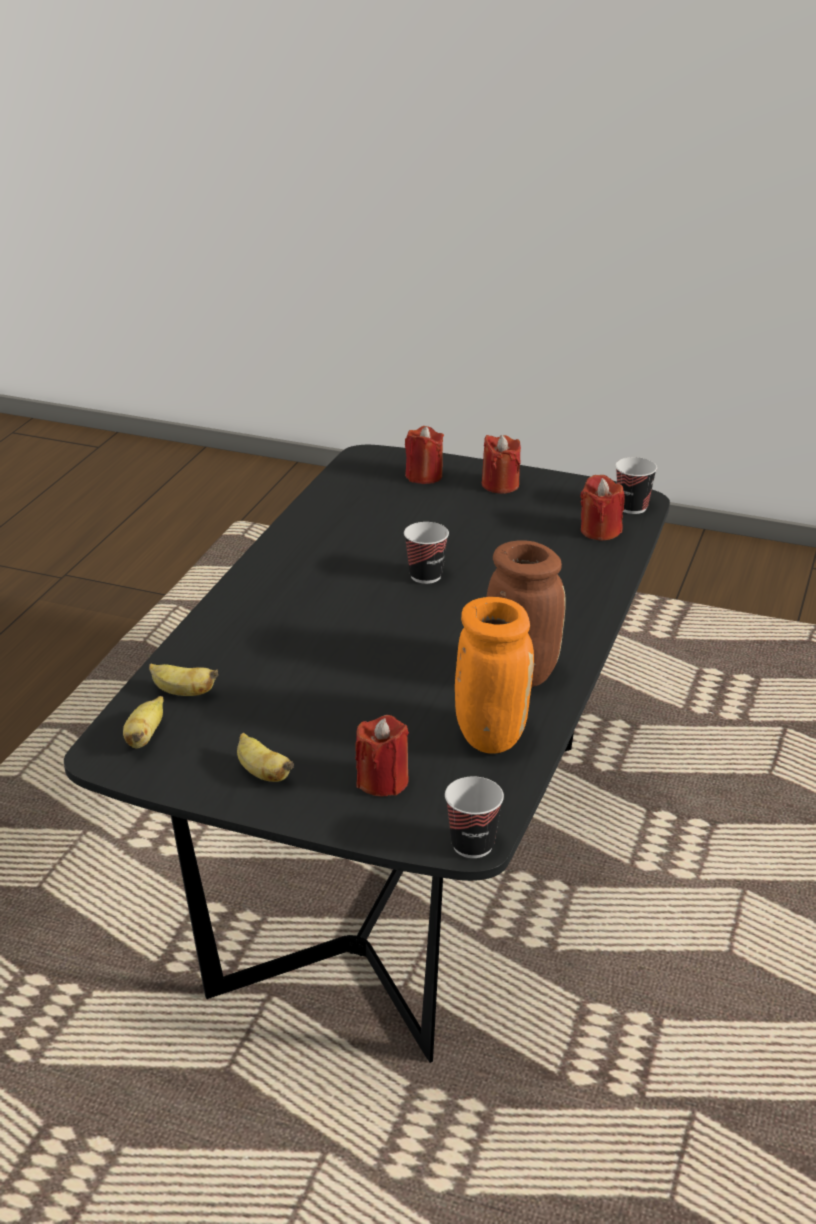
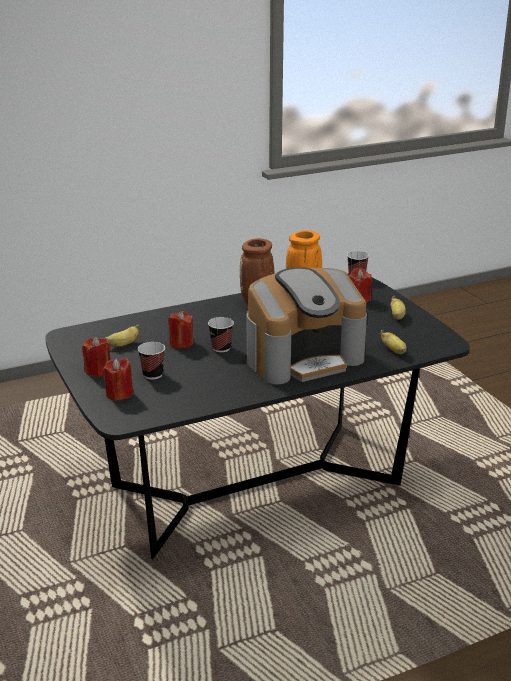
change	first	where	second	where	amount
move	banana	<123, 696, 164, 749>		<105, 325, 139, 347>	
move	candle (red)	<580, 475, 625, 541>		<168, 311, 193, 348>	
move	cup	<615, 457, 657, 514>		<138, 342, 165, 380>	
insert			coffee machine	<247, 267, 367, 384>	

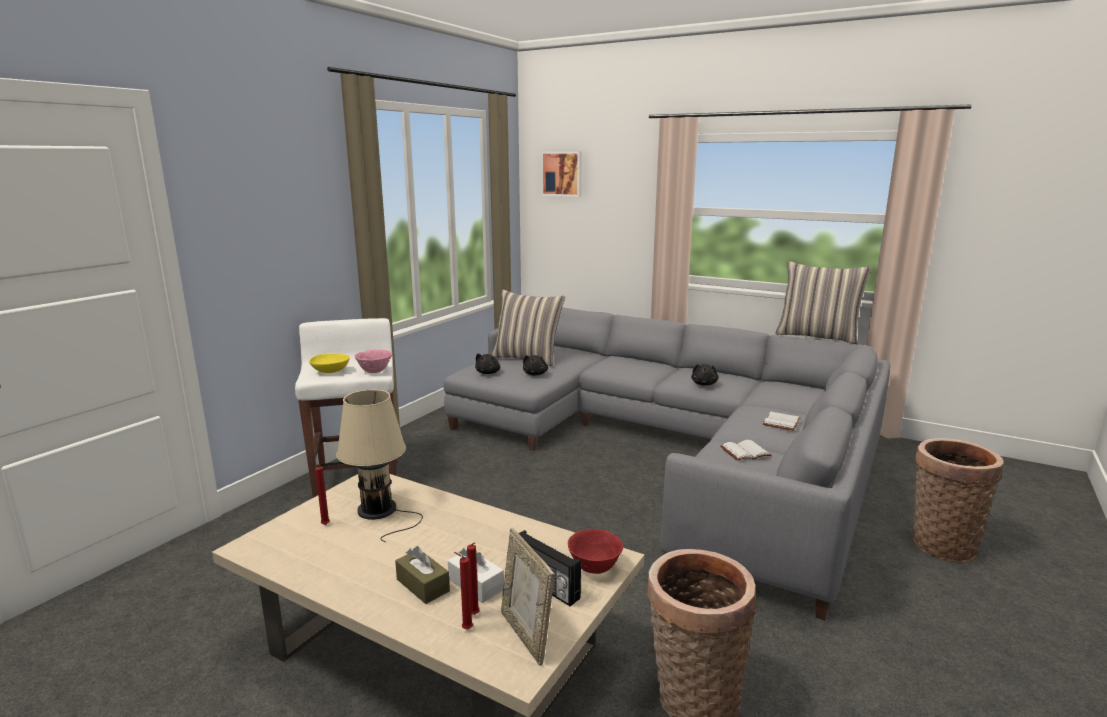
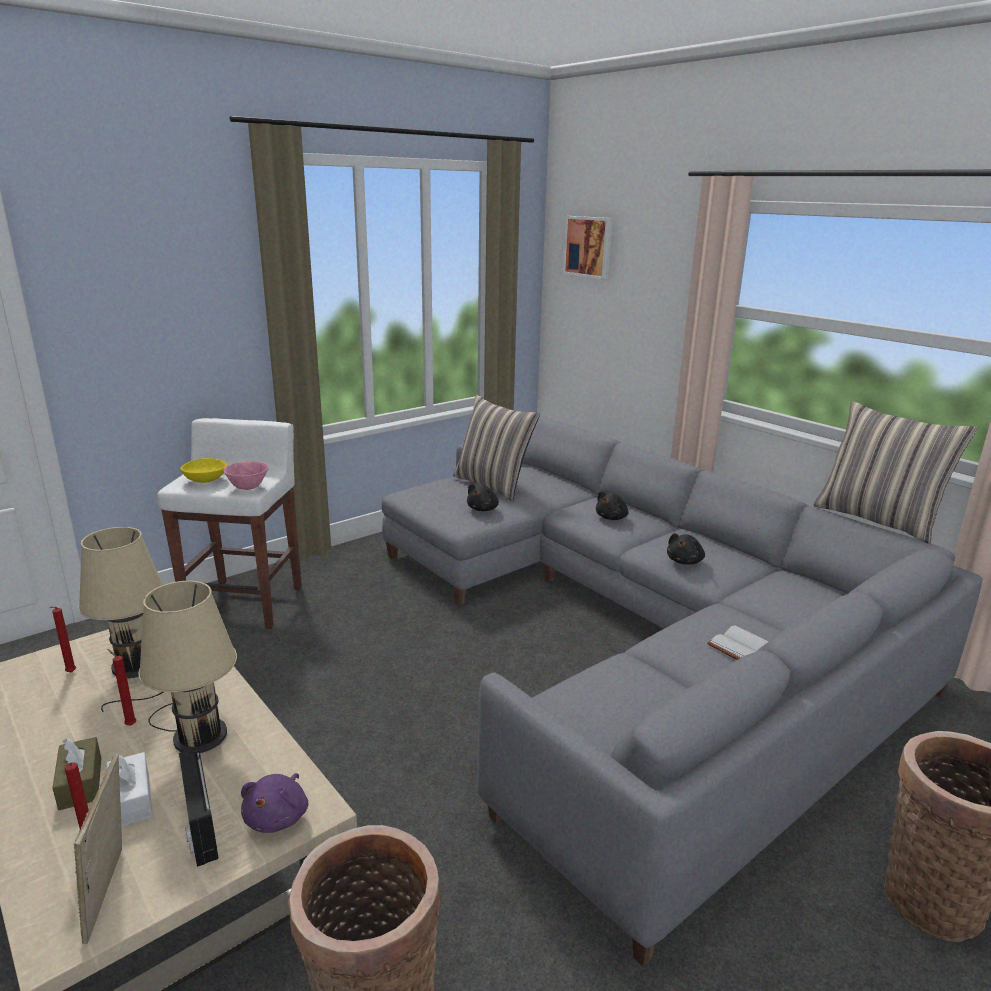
change	first	where	second	where	amount
move	candle (red)	<454, 552, 473, 629>		<107, 649, 136, 725>	
move	plush toy (black)	<475, 353, 500, 374>		<596, 491, 628, 520>	
replace	bowl (red)	<568, 529, 624, 574>	plush toy (purple)	<241, 773, 308, 833>	
delete	book (white)	<720, 440, 772, 461>			
insert			table lamp (beige)	<138, 581, 237, 753>	

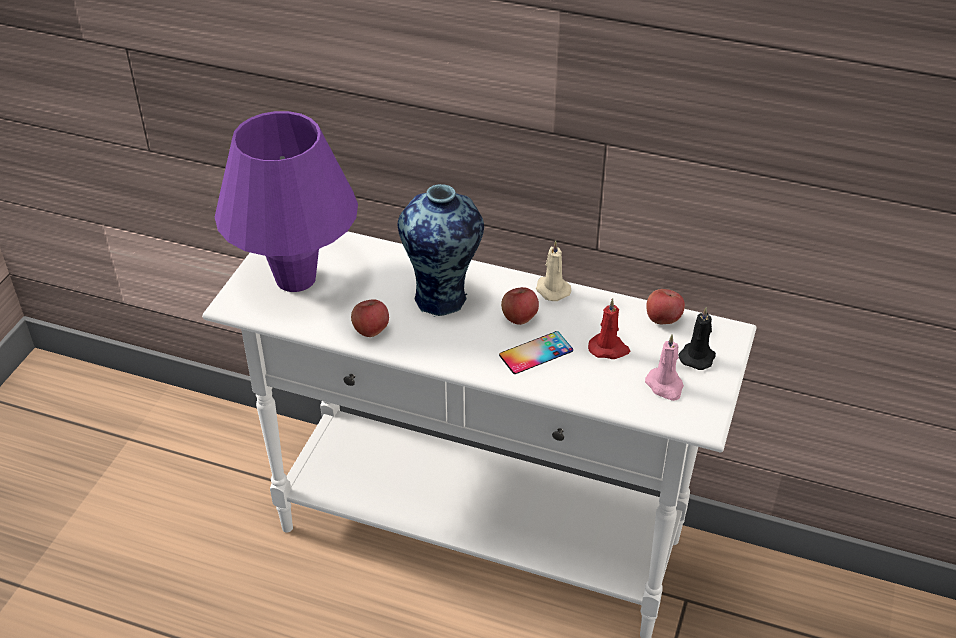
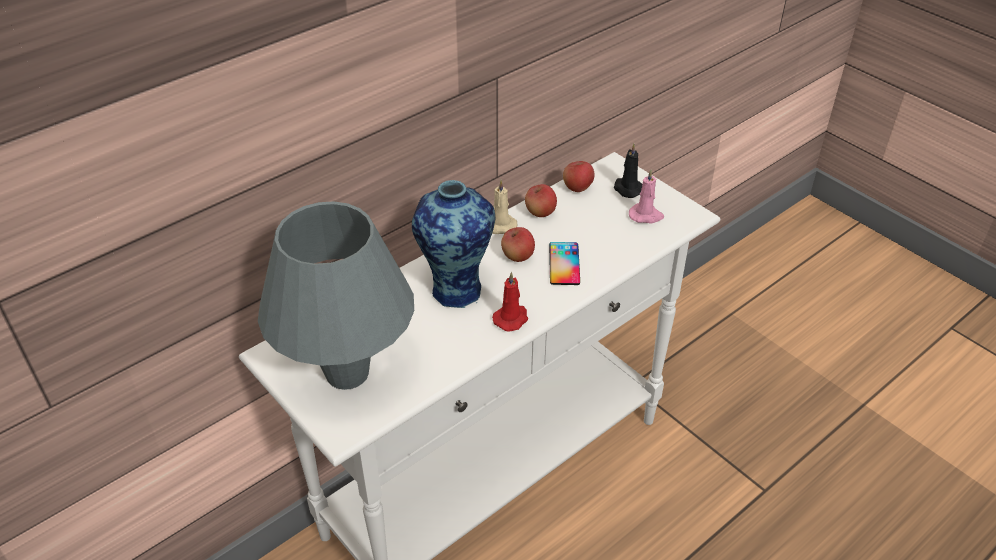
change	first	where	second	where	amount
recolor	table lamp (purple)	<215, 111, 358, 292>	table lamp (grey)	<258, 201, 414, 390>	
move	apple	<351, 300, 389, 337>		<525, 184, 557, 217>	
move	candle (red)	<588, 298, 630, 359>		<492, 272, 528, 332>	

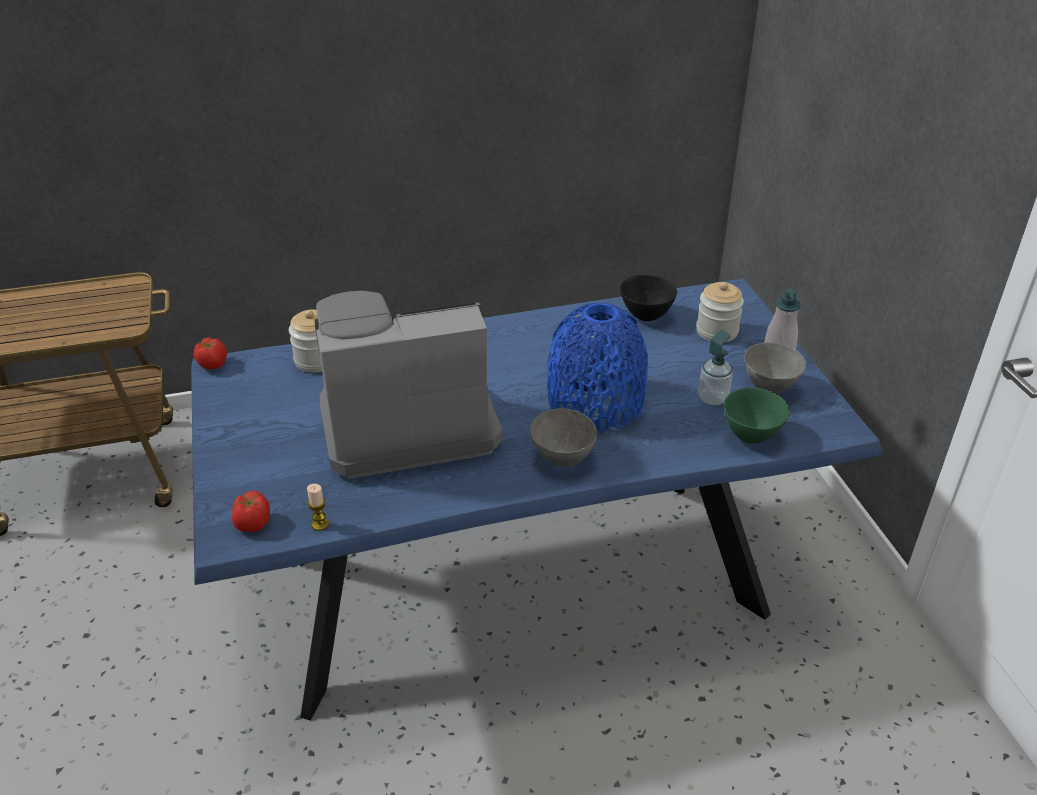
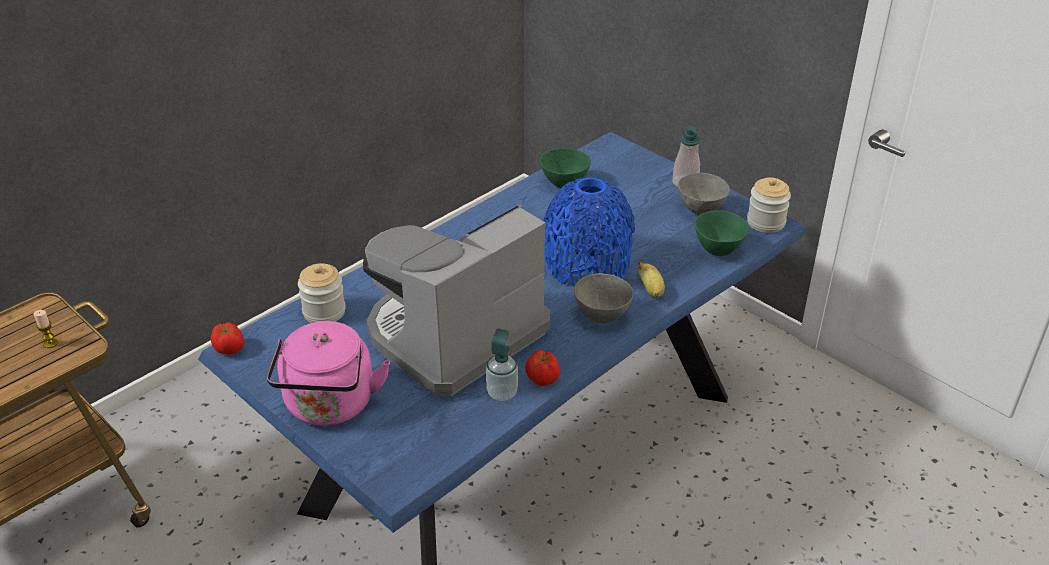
change	first	where	second	where	amount
move	tomato	<232, 491, 270, 532>		<525, 350, 560, 386>	
move	candle	<307, 484, 329, 531>		<33, 310, 58, 348>	
recolor	bowl (black)	<620, 275, 677, 321>	bowl (green)	<540, 148, 591, 188>	
move	jar	<696, 282, 744, 342>		<747, 178, 791, 233>	
move	soap dispenser	<698, 330, 733, 405>		<486, 328, 518, 401>	
insert			kettle (pink)	<266, 321, 390, 426>	
insert			banana	<638, 259, 665, 298>	

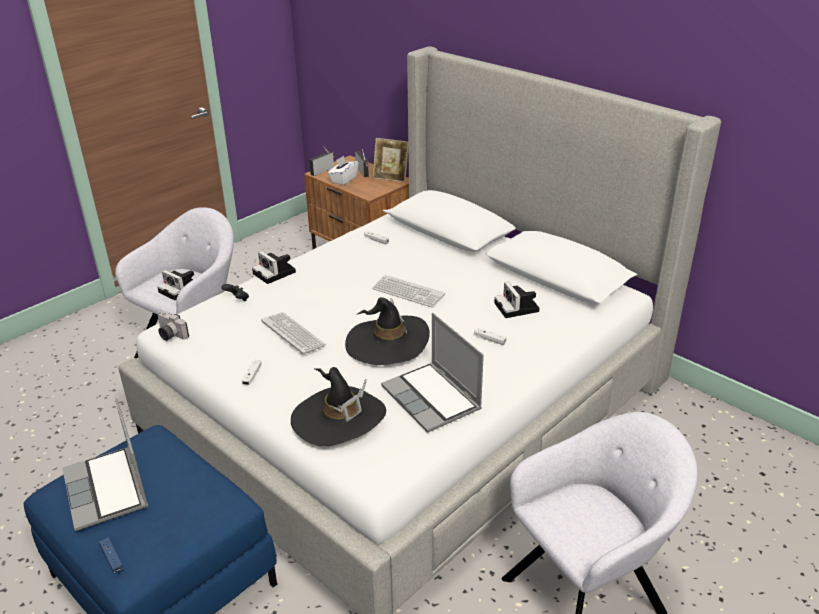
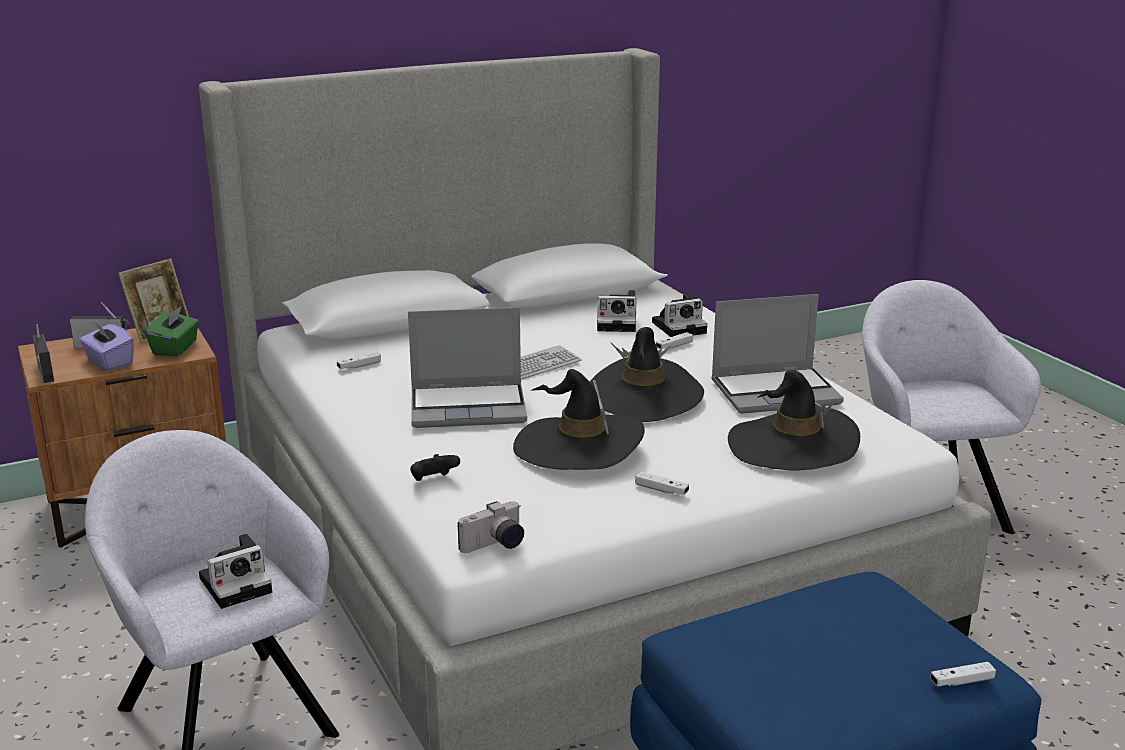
change	first	where	second	where	amount
move	laptop	<62, 398, 148, 531>		<408, 307, 527, 428>	
recolor	game controller (blue)	<99, 538, 123, 574>	game controller (white)	<930, 662, 996, 687>	
move	photo camera	<252, 251, 296, 284>		<652, 293, 708, 337>	
replace	keyboard	<261, 312, 326, 354>	hat (black)	<513, 369, 645, 470>	
recolor	tissue box (white)	<328, 155, 358, 185>	tissue box (purple)	<79, 321, 134, 371>	
insert			tissue box (green)	<145, 306, 199, 356>	

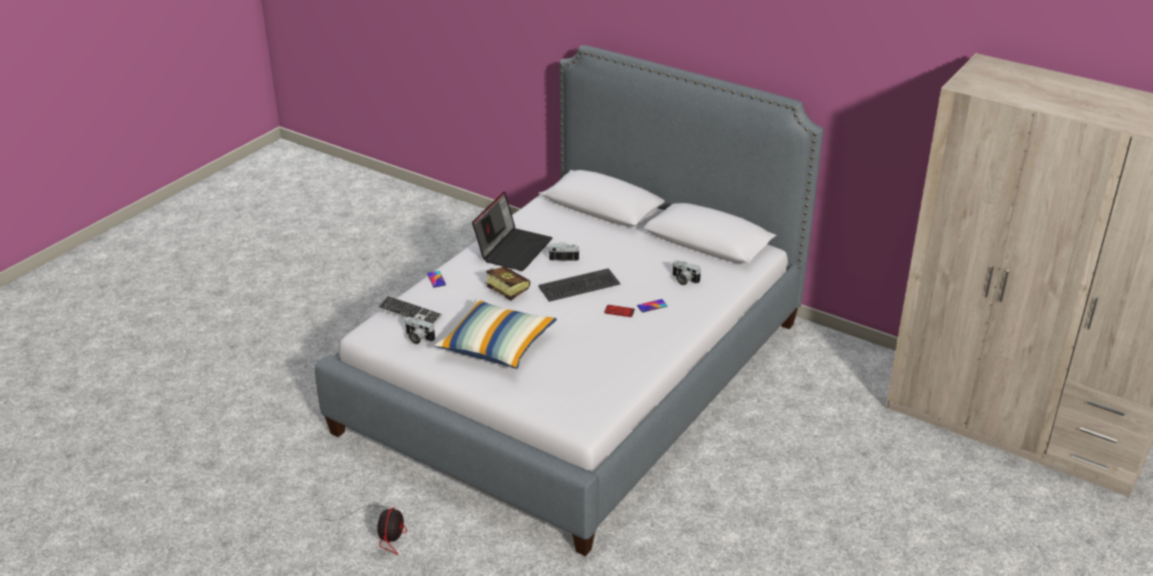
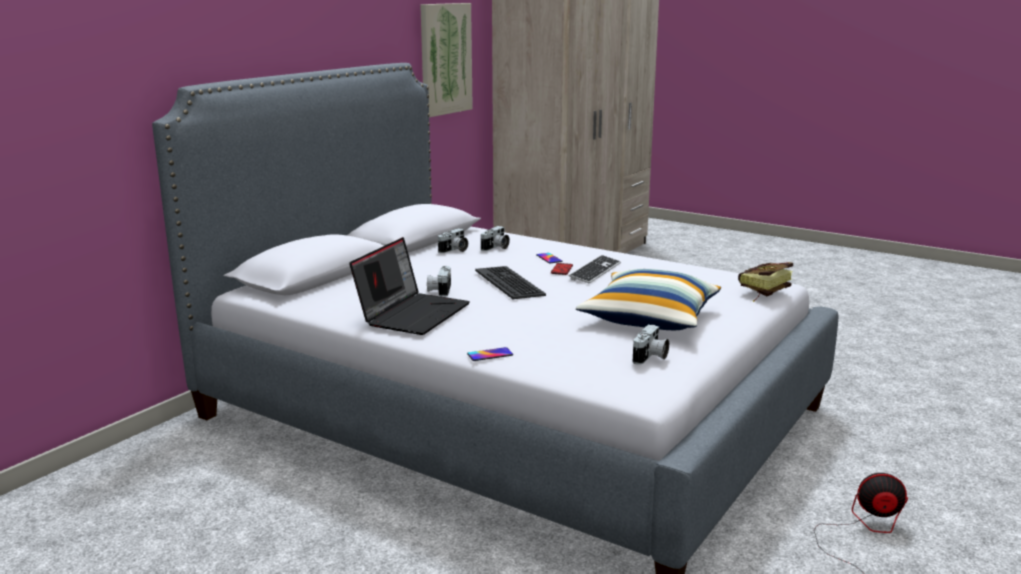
change	first	where	second	where	amount
move	keyboard	<377, 295, 443, 325>		<569, 255, 621, 283>	
rotate	laptop	<472, 191, 552, 271>		<349, 237, 470, 335>	90 degrees clockwise
move	book	<485, 266, 530, 301>		<738, 262, 793, 302>	
insert			picture	<420, 3, 473, 117>	
insert			photo camera	<438, 228, 468, 253>	

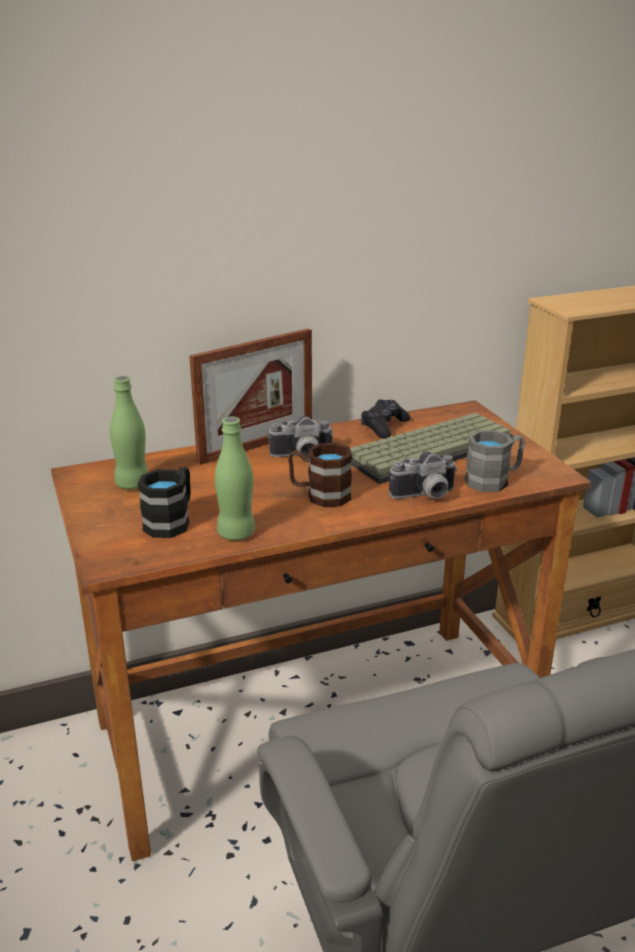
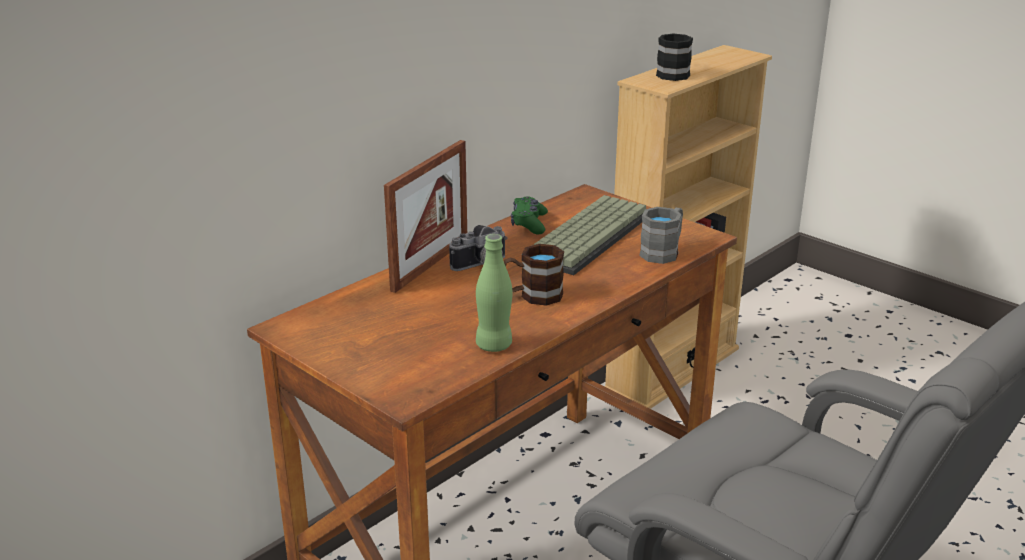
change	first	where	second	where	amount
delete	bottle (green)	<110, 376, 149, 490>			
move	mug (black)	<138, 467, 191, 538>		<656, 33, 693, 81>	
recolor	game controller (black)	<361, 400, 410, 439>	game controller (green)	<511, 196, 548, 234>	
delete	photo camera	<389, 451, 458, 499>			

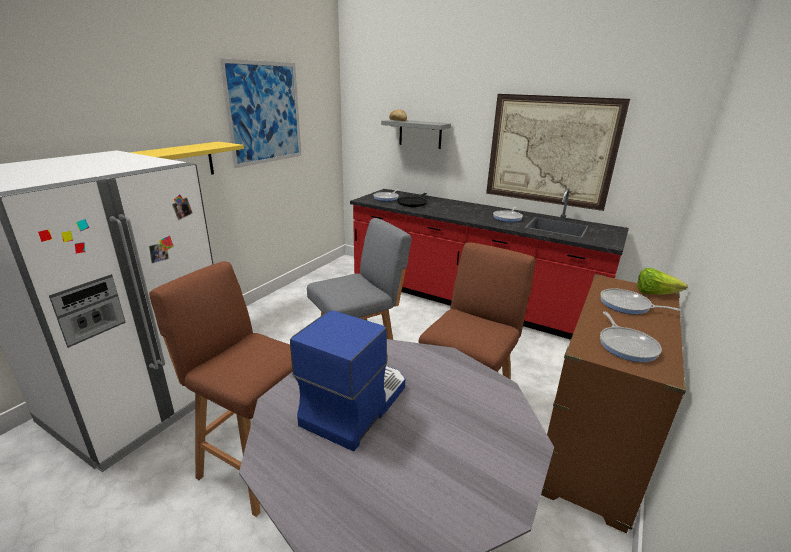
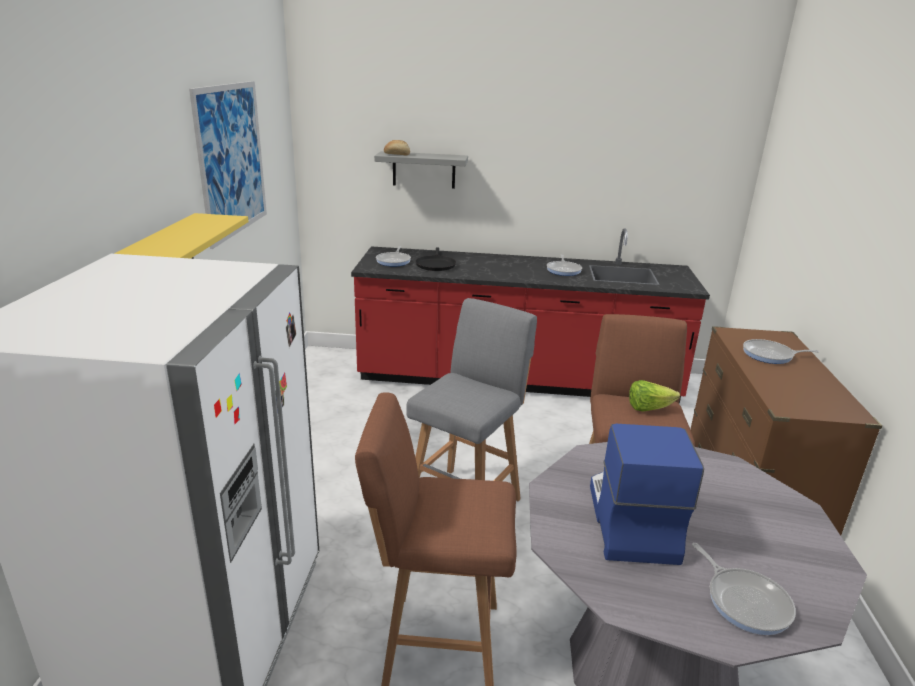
change	first	where	second	where	amount
delete	picture	<486, 94, 630, 211>			
move	frying pan	<600, 312, 662, 362>		<692, 543, 796, 635>	
move	lettuce	<637, 268, 688, 295>		<629, 380, 680, 412>	

